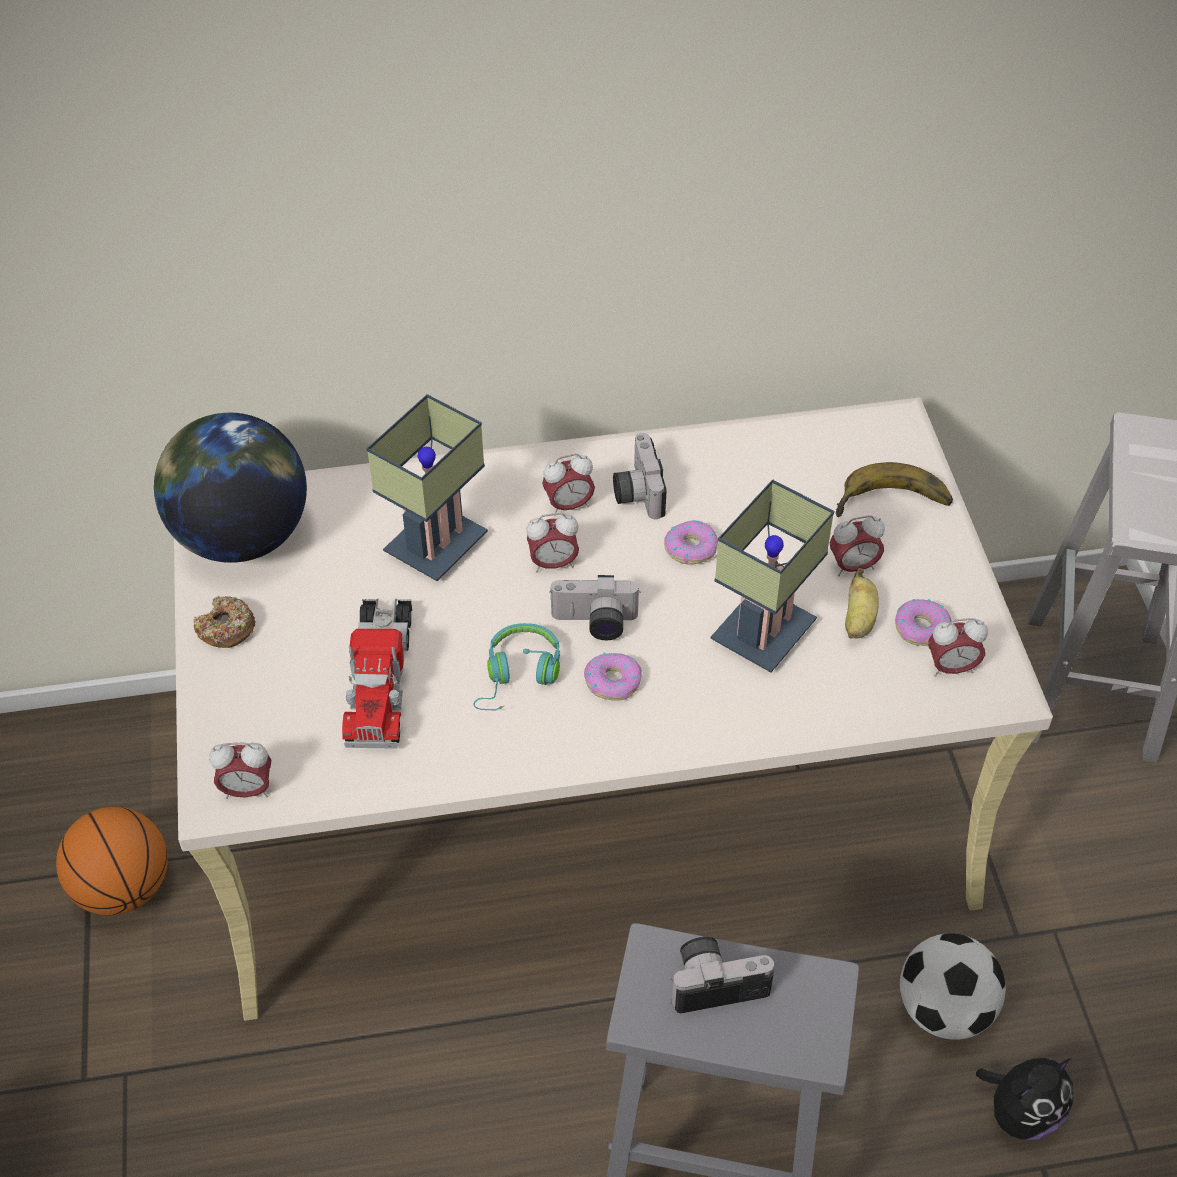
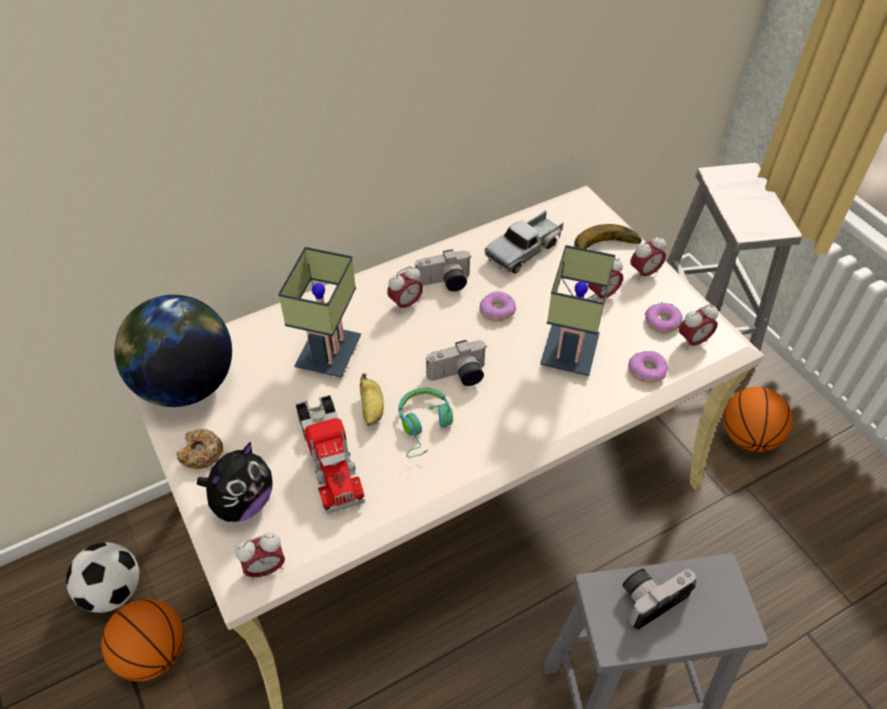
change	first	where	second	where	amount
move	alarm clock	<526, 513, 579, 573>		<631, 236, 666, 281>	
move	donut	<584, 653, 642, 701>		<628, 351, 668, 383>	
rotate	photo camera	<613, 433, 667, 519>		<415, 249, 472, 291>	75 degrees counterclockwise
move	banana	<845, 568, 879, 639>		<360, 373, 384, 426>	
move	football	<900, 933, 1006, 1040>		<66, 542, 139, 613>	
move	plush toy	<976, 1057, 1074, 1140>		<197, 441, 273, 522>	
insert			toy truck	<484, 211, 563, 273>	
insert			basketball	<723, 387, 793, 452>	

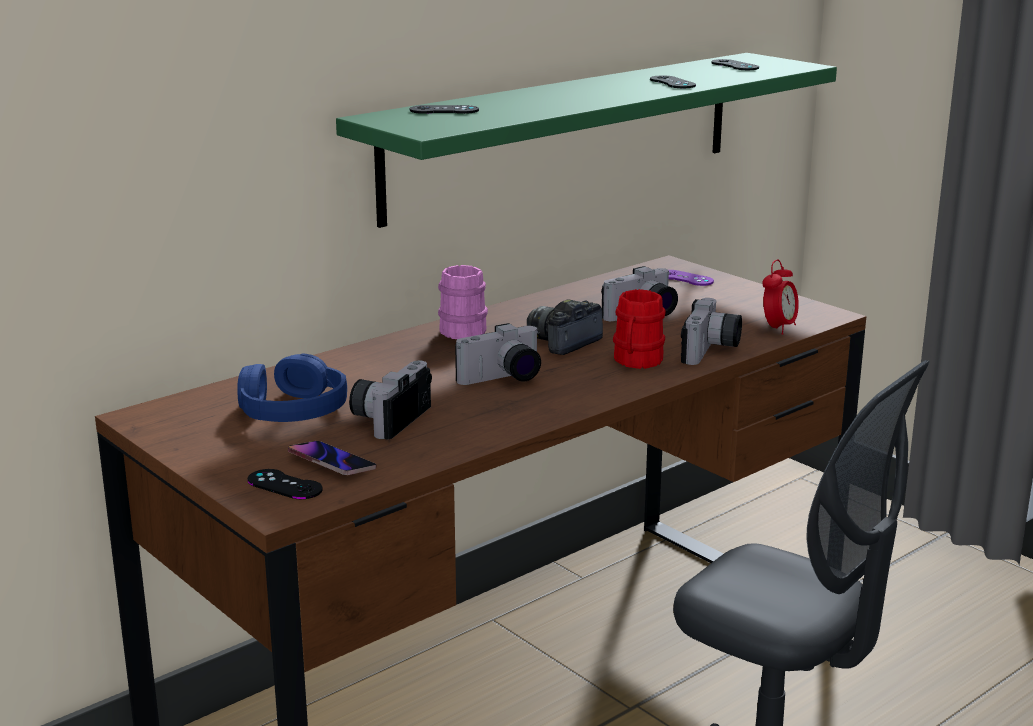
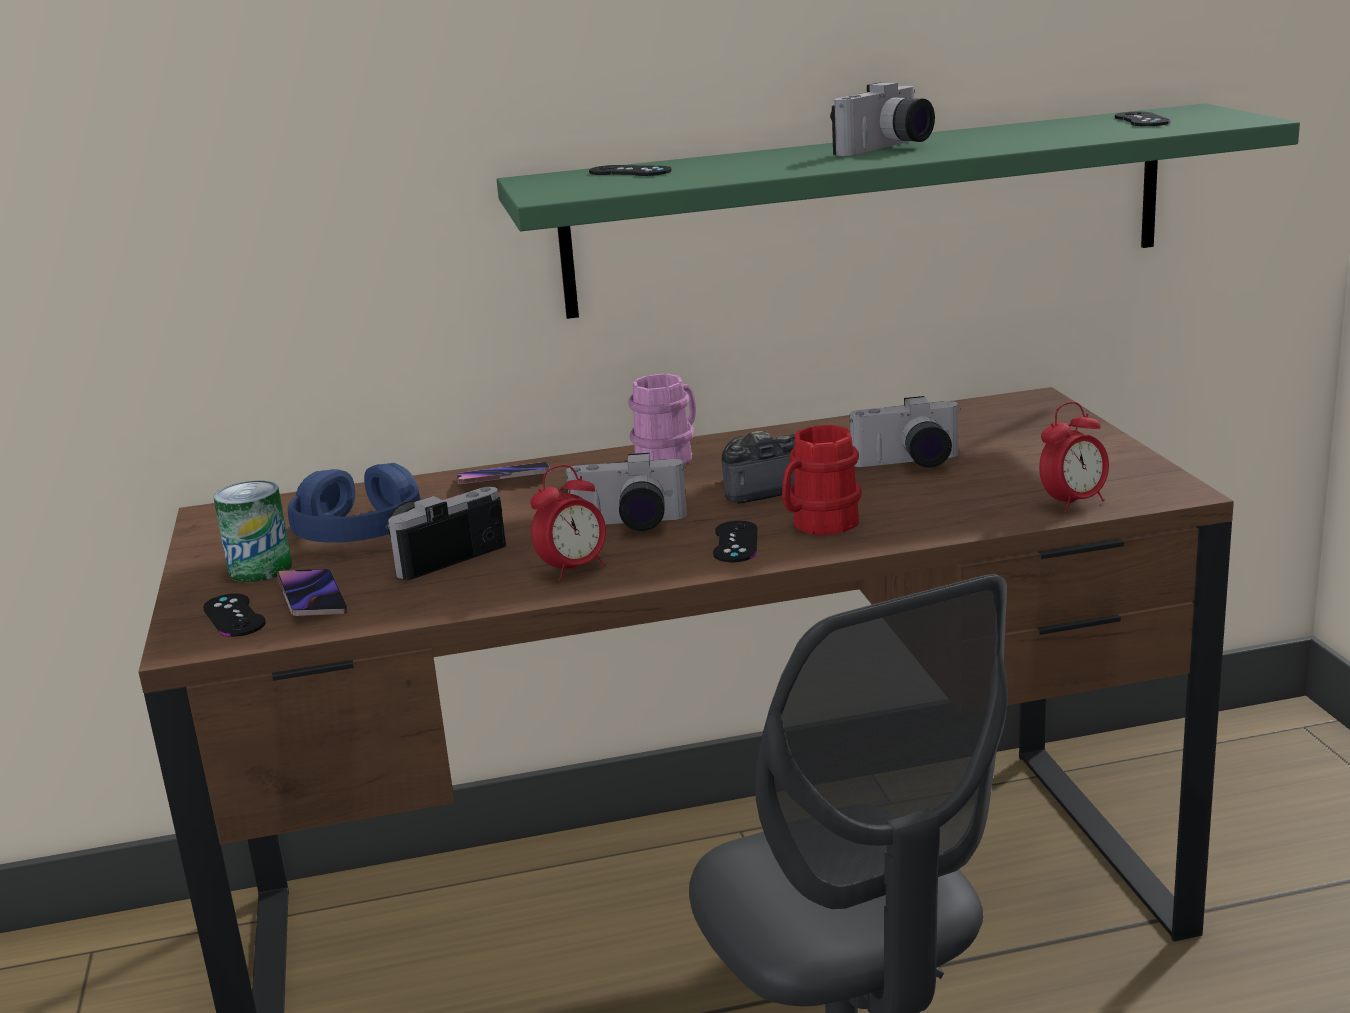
change	first	where	second	where	amount
move	game controller (black)	<650, 75, 696, 88>		<713, 521, 757, 562>	
delete	game controller (purple)	<669, 270, 714, 286>			
move	photo camera	<681, 298, 742, 365>		<830, 82, 935, 156>	
insert			can	<214, 481, 292, 582>	
insert			phone	<457, 462, 551, 484>	
insert			alarm clock	<530, 465, 606, 581>	

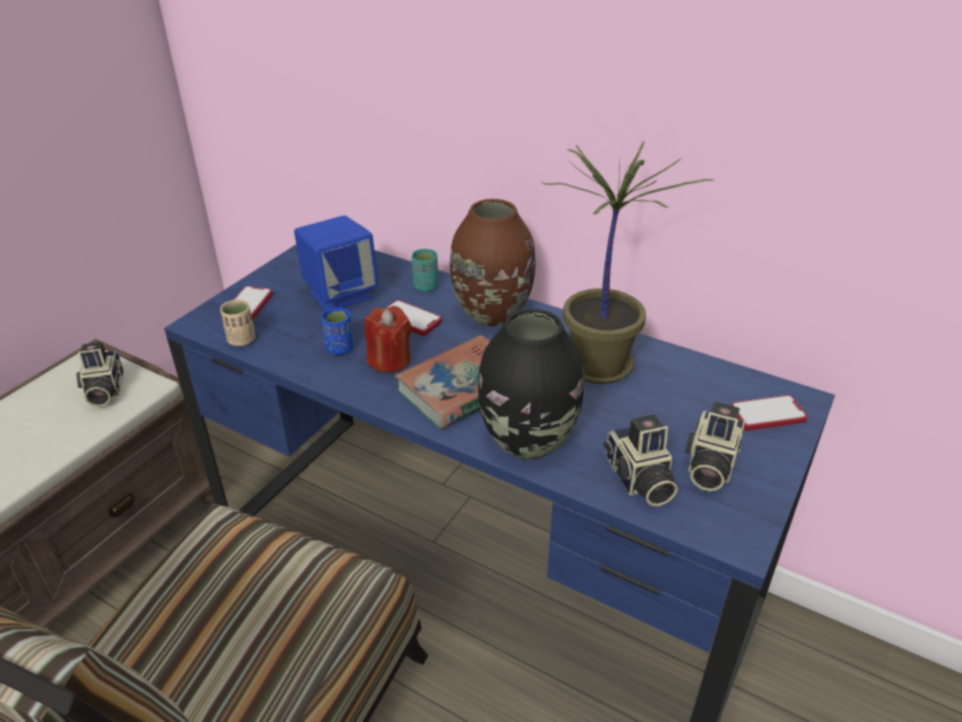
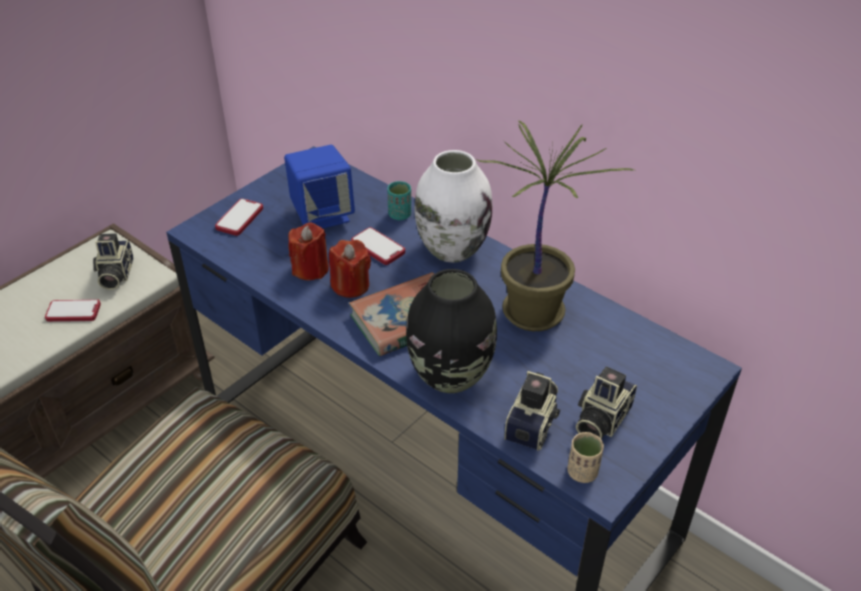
change	first	where	second	where	amount
move	cup (beige)	<220, 299, 255, 346>		<567, 432, 604, 483>	
replace	cup (blue)	<321, 307, 354, 355>	candle (red)	<288, 222, 329, 280>	
recolor	vase (brown)	<450, 199, 536, 326>	vase (white)	<415, 150, 492, 263>	
rotate	photo camera	<604, 415, 678, 506>		<504, 371, 560, 451>	150 degrees counterclockwise
move	phone	<731, 395, 808, 431>		<45, 299, 101, 322>	

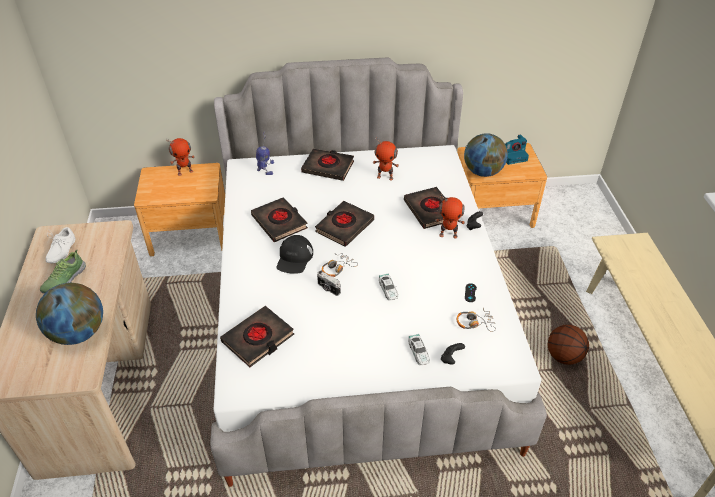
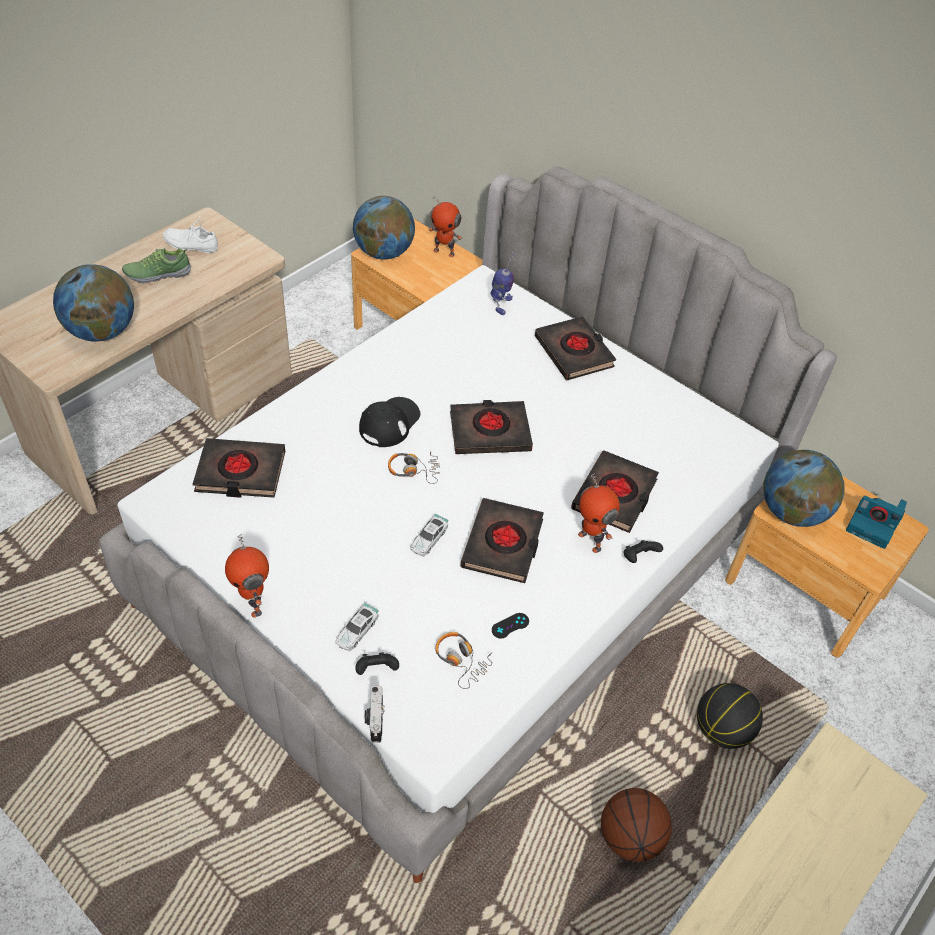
change	first	where	second	where	amount
rotate	shoe (white)	<46, 227, 75, 263>		<163, 215, 218, 253>	45 degrees clockwise
move	book (black)	<251, 197, 308, 242>		<461, 498, 544, 583>	
rotate	cap (black)	<277, 235, 313, 274>		<359, 397, 420, 447>	150 degrees clockwise
move	photo camera	<317, 270, 341, 296>		<365, 686, 384, 743>	
move	toy robot	<373, 137, 399, 180>		<225, 533, 269, 617>	
insert			globe	<353, 196, 415, 259>	
insert			basketball	<697, 683, 763, 749>	

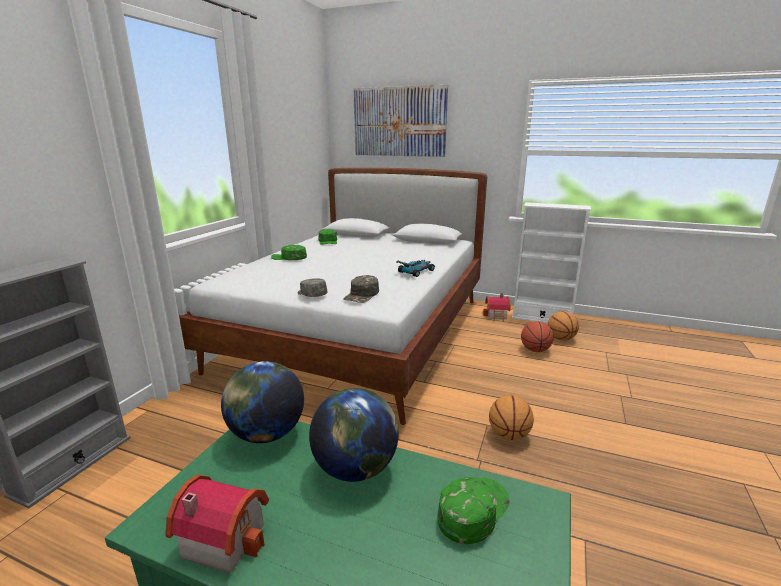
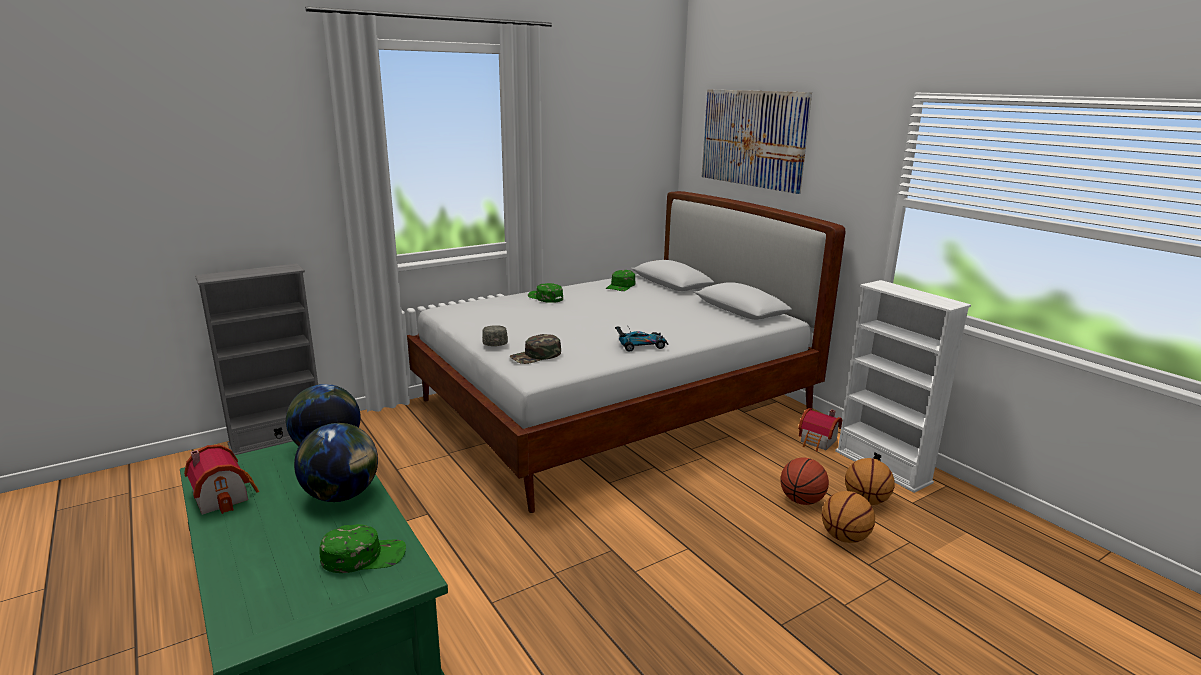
change	first	where	second	where	amount
move	basketball	<489, 395, 534, 440>		<822, 491, 875, 543>	

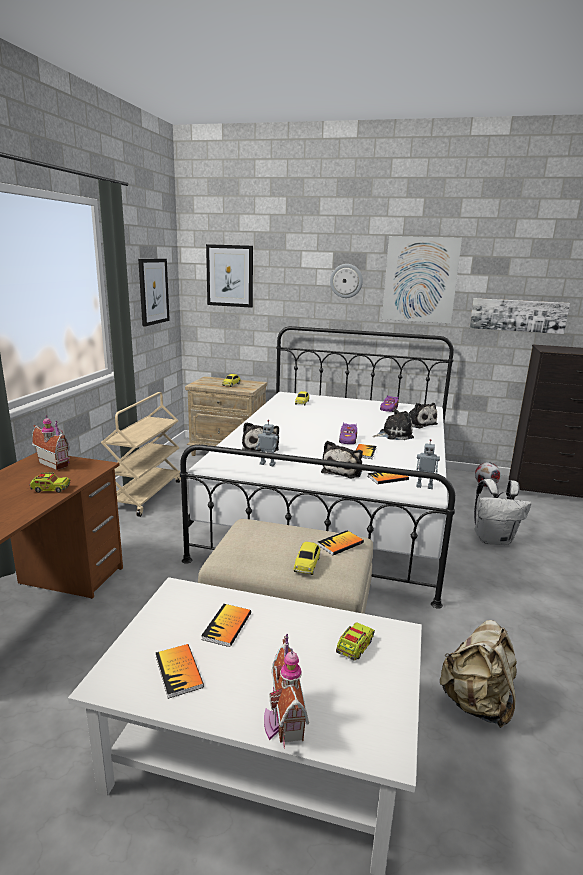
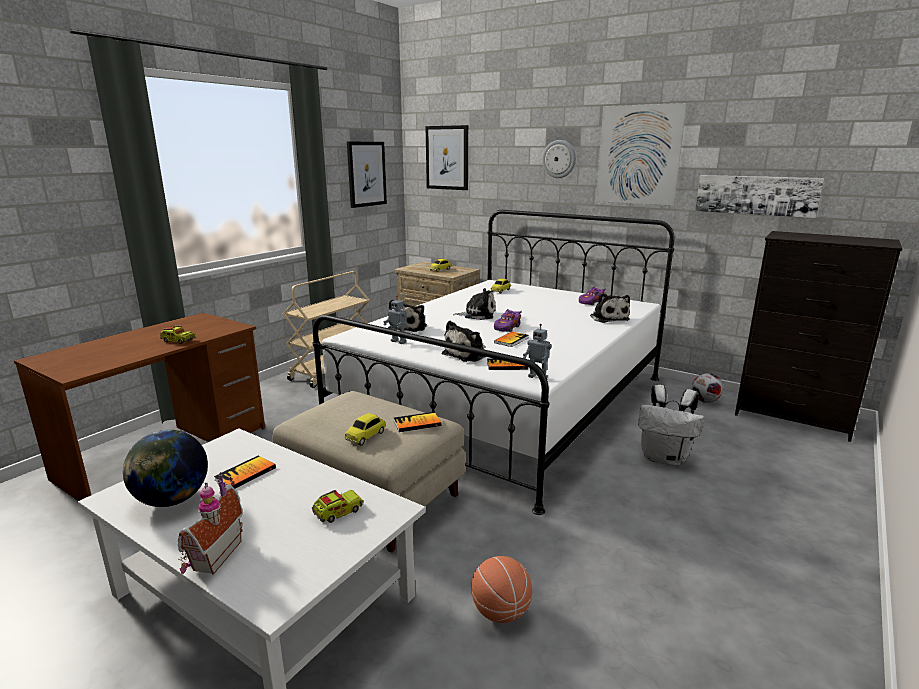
change	first	where	second	where	amount
delete	toy house	<32, 415, 70, 470>			
replace	book	<156, 644, 204, 699>	globe	<123, 430, 208, 507>	
move	plush toy	<373, 409, 414, 440>		<453, 288, 496, 320>	
replace	backpack (beige)	<440, 620, 517, 728>	basketball	<471, 556, 532, 623>	

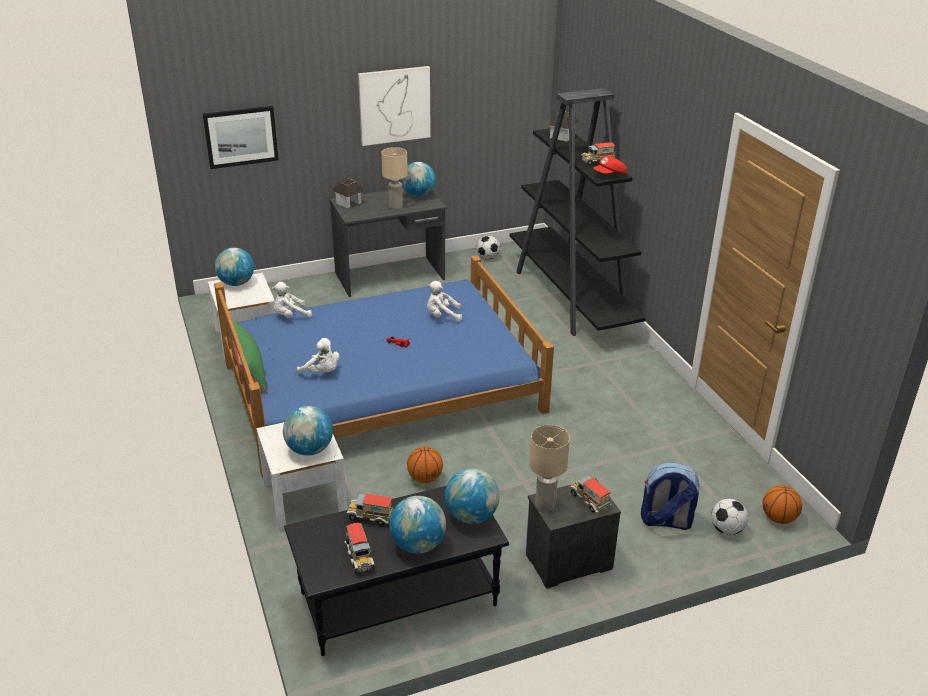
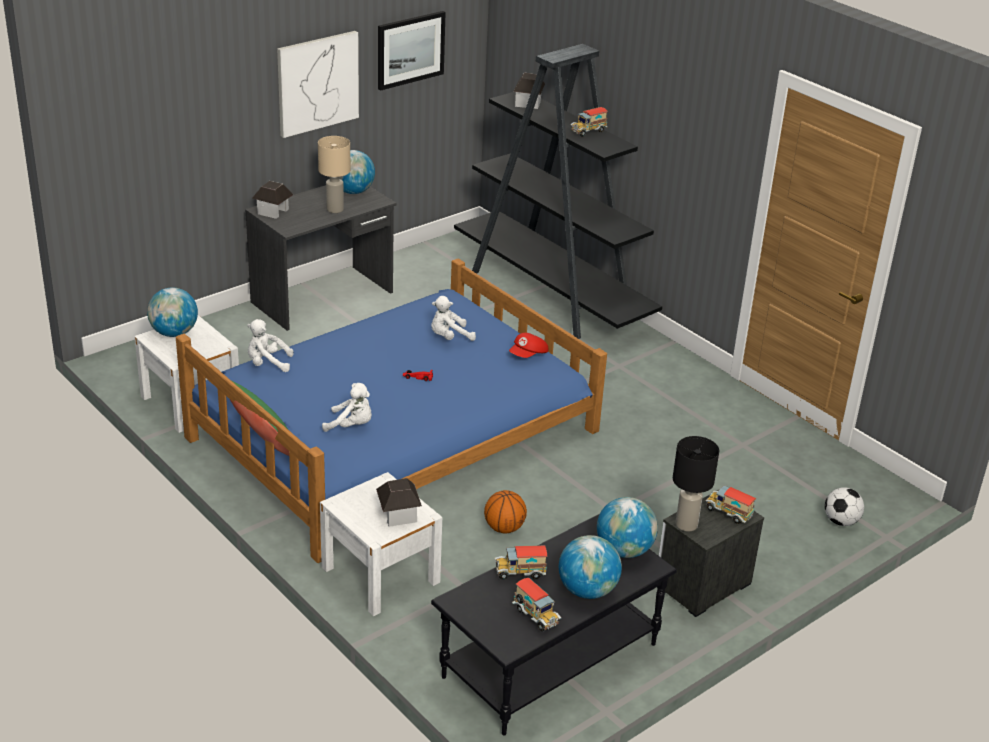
change	first	where	second	where	amount
move	picture	<203, 106, 279, 169>		<378, 11, 446, 91>	
rotate	plush toy (white)	<272, 282, 312, 318>		<247, 319, 294, 372>	45 degrees clockwise
replace	globe	<283, 406, 333, 456>	toy house	<376, 478, 422, 527>	
delete	football	<476, 235, 500, 259>			
recolor	table lamp (beige)	<529, 425, 570, 511>	table lamp (black)	<673, 436, 719, 531>	
move	cap (red)	<593, 156, 627, 174>		<509, 333, 548, 358>	
delete	backpack	<641, 463, 700, 530>			
delete	basketball	<762, 485, 802, 524>			

